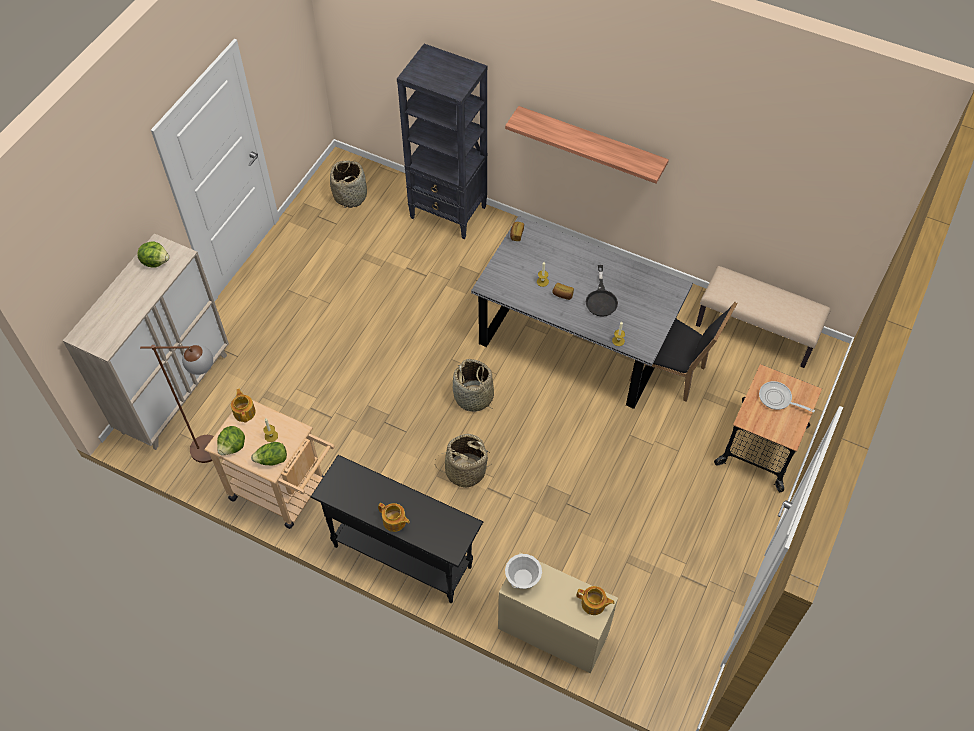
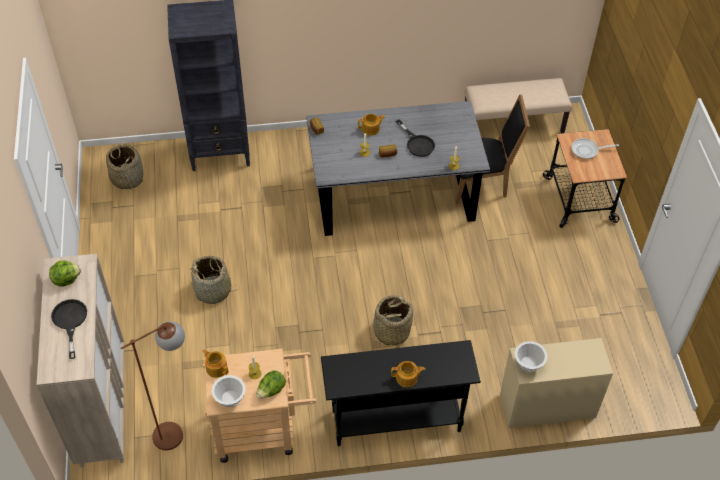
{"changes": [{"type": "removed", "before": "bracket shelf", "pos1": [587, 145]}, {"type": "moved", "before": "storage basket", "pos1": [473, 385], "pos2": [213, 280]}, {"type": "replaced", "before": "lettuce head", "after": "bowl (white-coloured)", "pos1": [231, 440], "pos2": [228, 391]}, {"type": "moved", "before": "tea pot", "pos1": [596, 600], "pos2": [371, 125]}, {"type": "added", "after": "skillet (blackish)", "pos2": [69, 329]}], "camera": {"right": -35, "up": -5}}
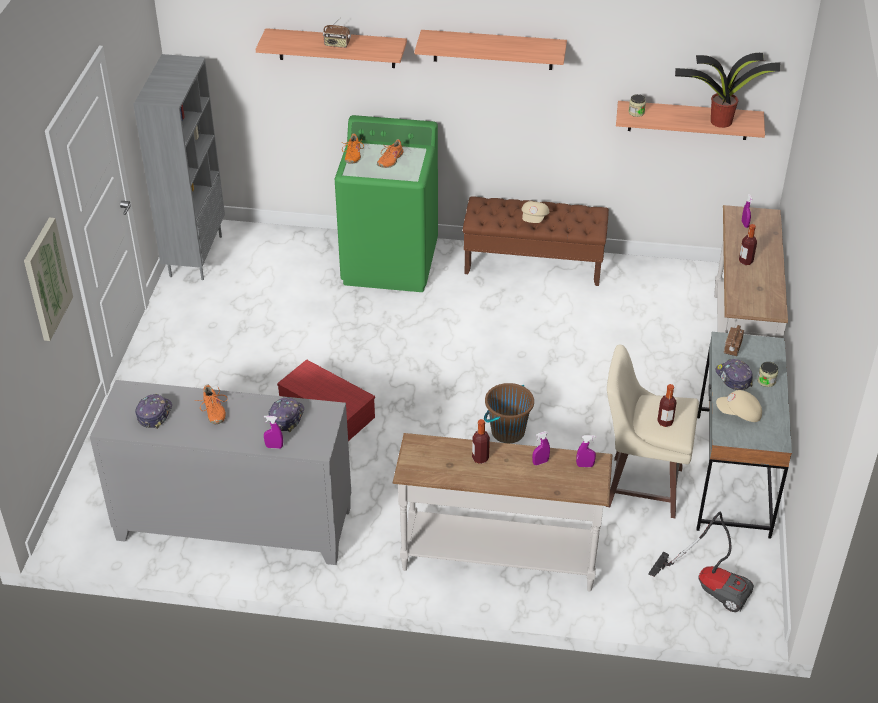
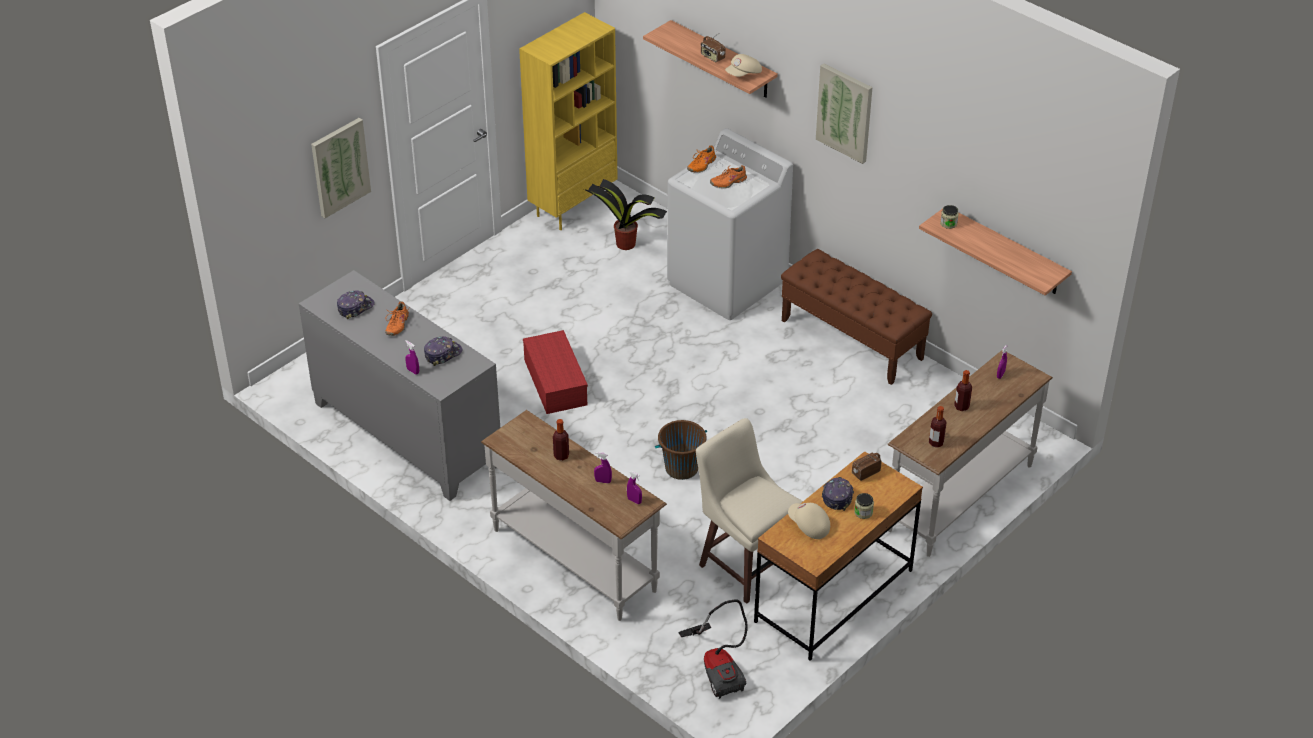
{"changes": [{"type": "replaced", "before": "bracket shelf", "after": "picture", "pos1": [491, 50], "pos2": [844, 114]}, {"type": "moved", "before": "plant in a pot", "pos1": [728, 90], "pos2": [625, 214]}, {"type": "recoloured", "before": "bookcase (grey)", "after": "bookcase (yellow)", "pos1": [179, 167], "pos2": [568, 121]}, {"type": "recoloured", "before": "laundry machine (greenish)", "after": "laundry machine (white-coloured)", "pos1": [386, 203], "pos2": [730, 224]}, {"type": "moved", "before": "baseball cap (beige)", "pos1": [535, 212], "pos2": [743, 65]}, {"type": "recoloured", "before": "desk table (grey)", "after": "desk table (brown-coloured)", "pos1": [744, 435], "pos2": [838, 556]}, {"type": "moved", "before": "drink bottle", "pos1": [667, 405], "pos2": [938, 427]}], "camera": {"right": 35, "up": 0}}
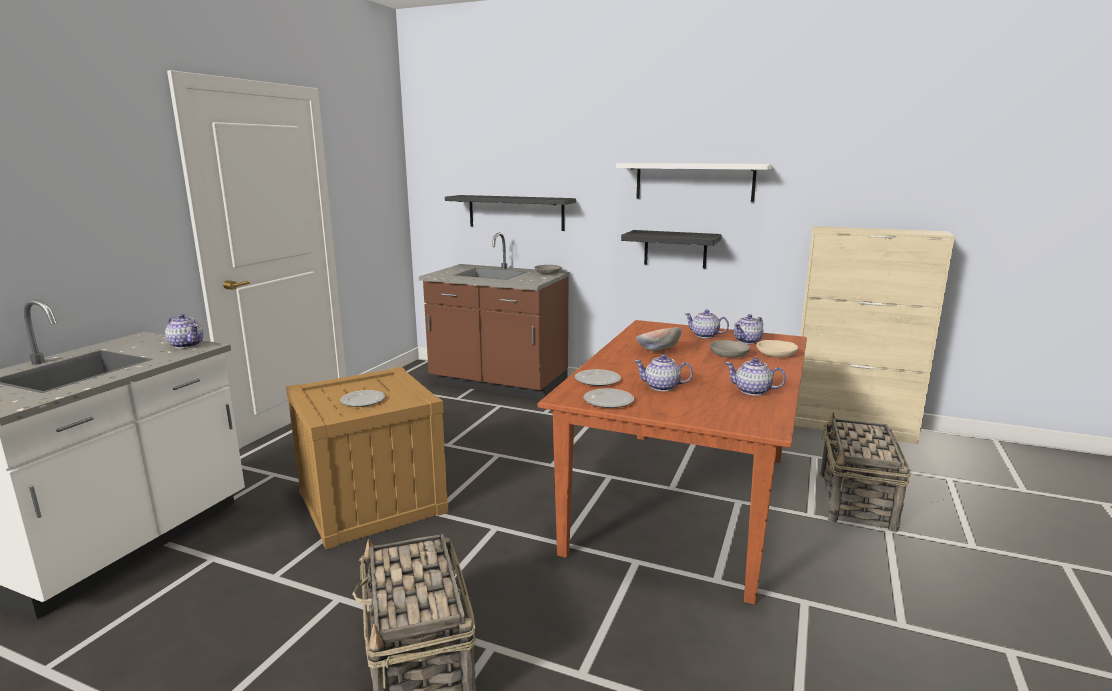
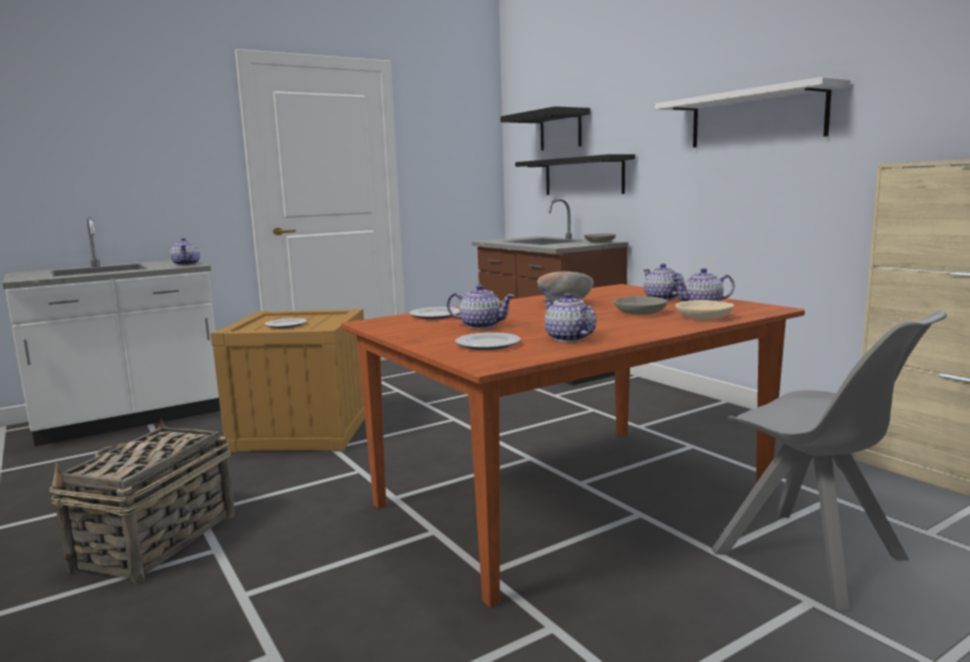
{"changes": [{"type": "moved", "before": "bracket shelf (blackish)", "pos1": [671, 249], "pos2": [545, 128]}, {"type": "turned", "before": "tea pot", "pos1": [663, 372], "pos2": [481, 307], "turn": 150}, {"type": "moved", "before": "flat dish", "pos1": [609, 398], "pos2": [488, 341]}, {"type": "replaced", "before": "storage basket", "after": "upright chair (grey)", "pos1": [866, 472], "pos2": [829, 460]}], "camera": {"right": 35, "up": -5}}
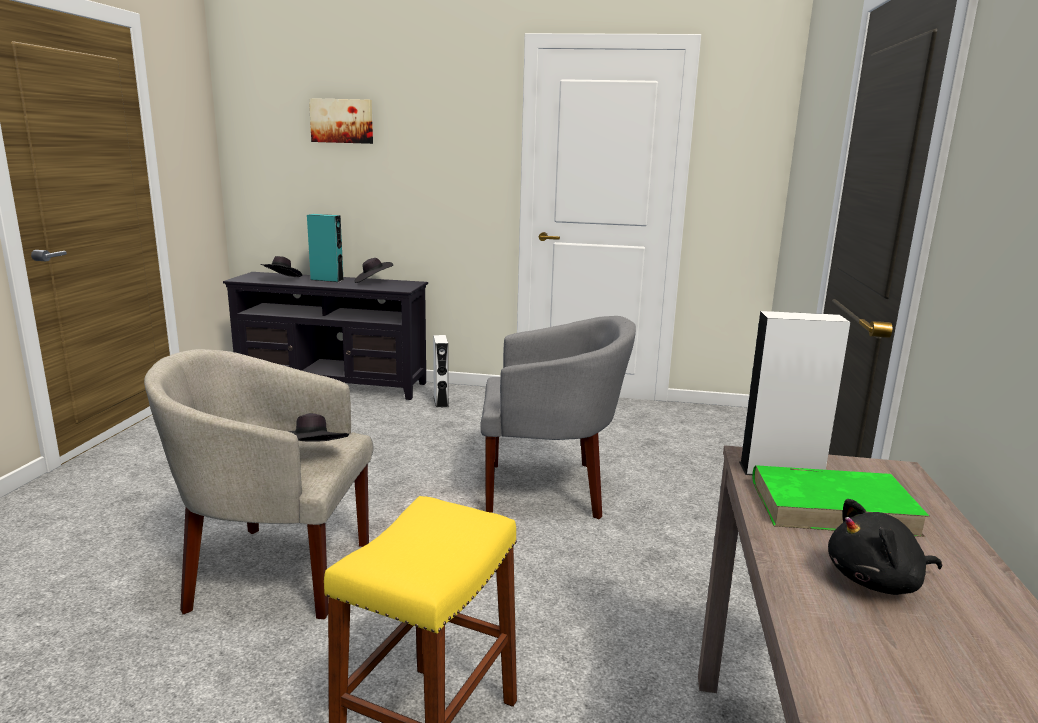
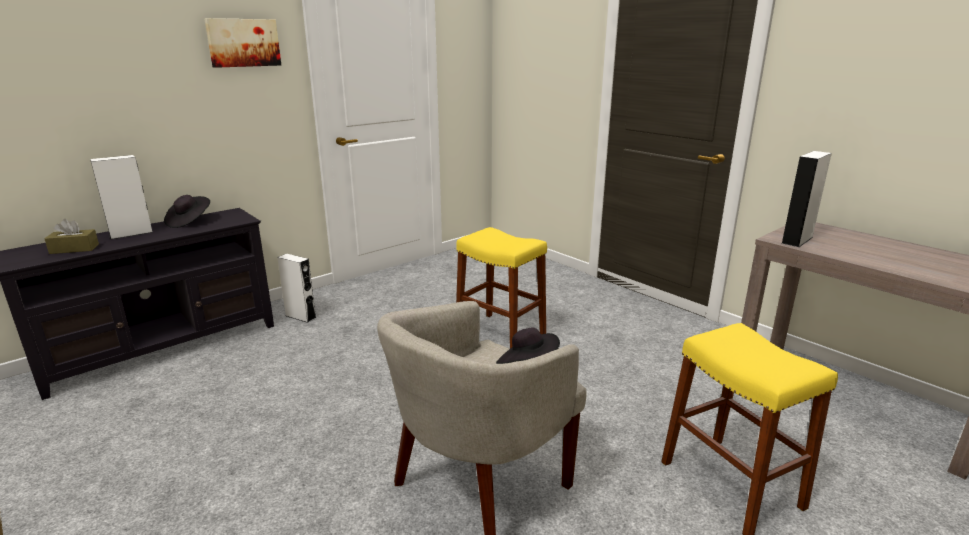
{"changes": [{"type": "moved", "before": "picture", "pos1": [341, 121], "pos2": [242, 43]}, {"type": "recoloured", "before": "speaker (turquoise-coloured)", "after": "speaker (white-coloured)", "pos1": [325, 248], "pos2": [121, 197]}, {"type": "replaced", "before": "wearable hat (blackish)", "after": "tissue holder (brown-coloured)", "pos1": [281, 266], "pos2": [71, 236]}, {"type": "replaced", "before": "armchair (grey)", "after": "stool (yellow)", "pos1": [558, 417], "pos2": [501, 287]}, {"type": "removed", "before": "book (greenish)", "pos1": [841, 501]}, {"type": "removed", "before": "soft toy (blackish)", "pos1": [885, 547]}], "camera": {"right": -50, "up": 5}}
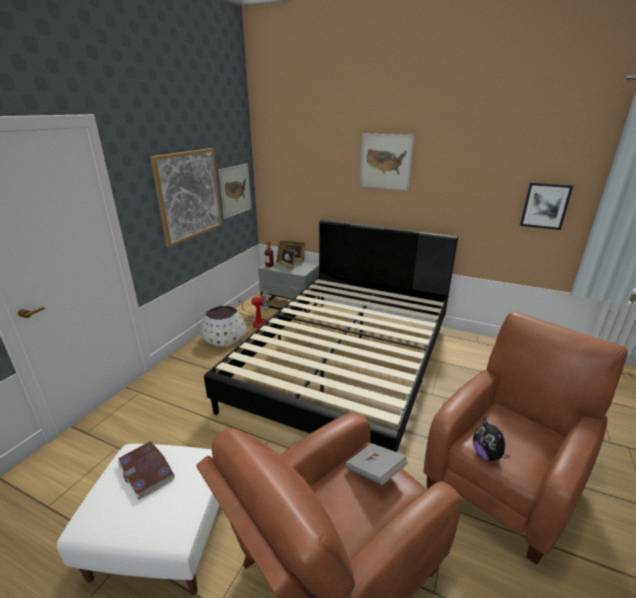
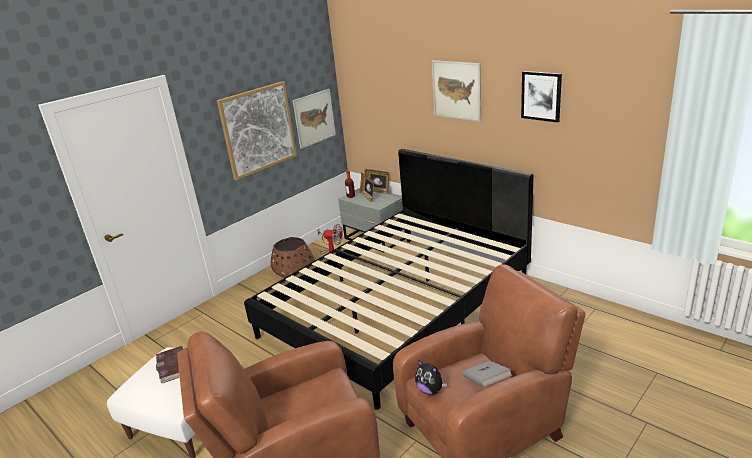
{"changes": [{"type": "moved", "before": "picture", "pos1": [546, 206], "pos2": [541, 97]}, {"type": "recoloured", "before": "plant pot (white-coloured)", "after": "plant pot (brown-coloured)", "pos1": [223, 326], "pos2": [293, 257]}, {"type": "turned", "before": "soft toy", "pos1": [491, 439], "pos2": [431, 377], "turn": -45}, {"type": "moved", "before": "book (grey)", "pos1": [377, 464], "pos2": [487, 374]}], "camera": {"right": 20, "up": 0}}
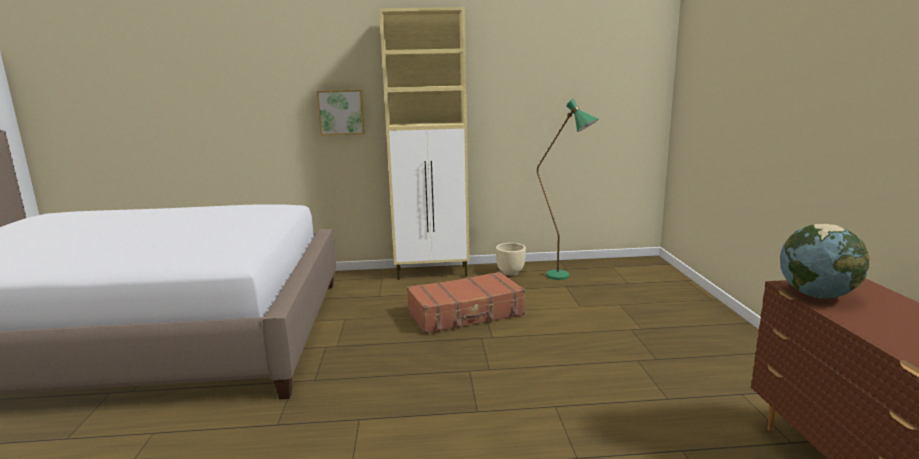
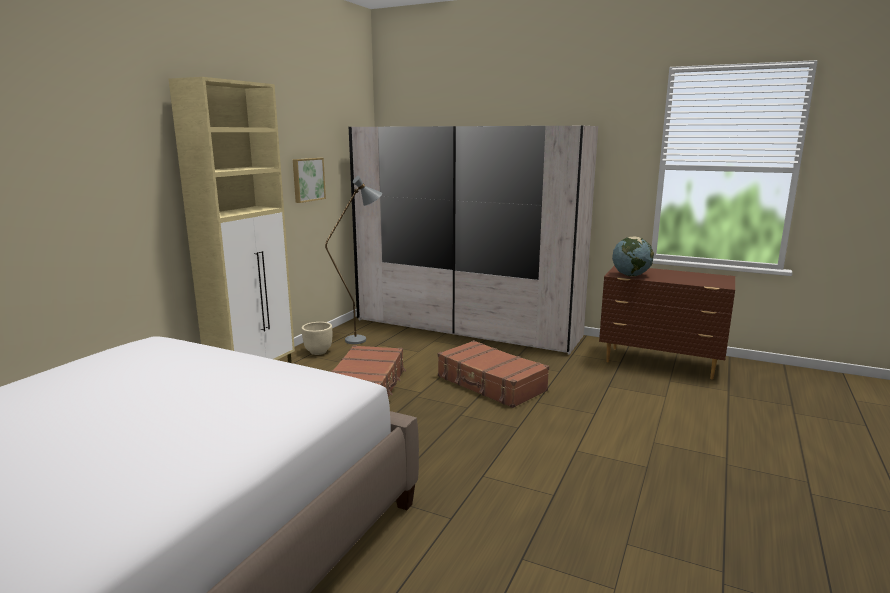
{"changes": [{"type": "moved", "before": "picture", "pos1": [341, 112], "pos2": [309, 180]}, {"type": "recoloured", "before": "floor lamp (greenish)", "after": "floor lamp (grey)", "pos1": [568, 189], "pos2": [353, 260]}, {"type": "added", "after": "armoire (white-coloured)", "pos2": [473, 240]}, {"type": "added", "after": "piece of luggage (brown-coloured)", "pos2": [493, 374]}], "camera": {"right": -60, "up": 0}}
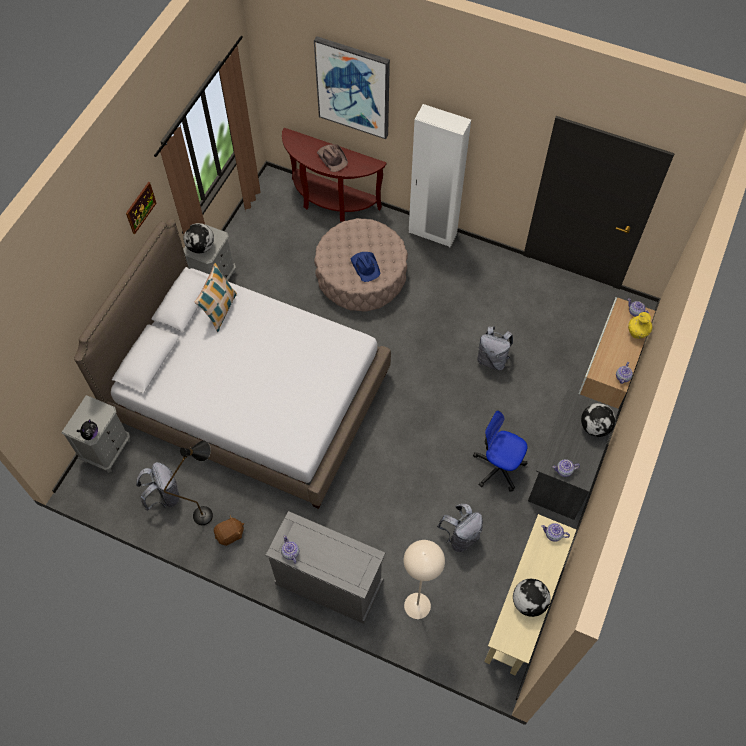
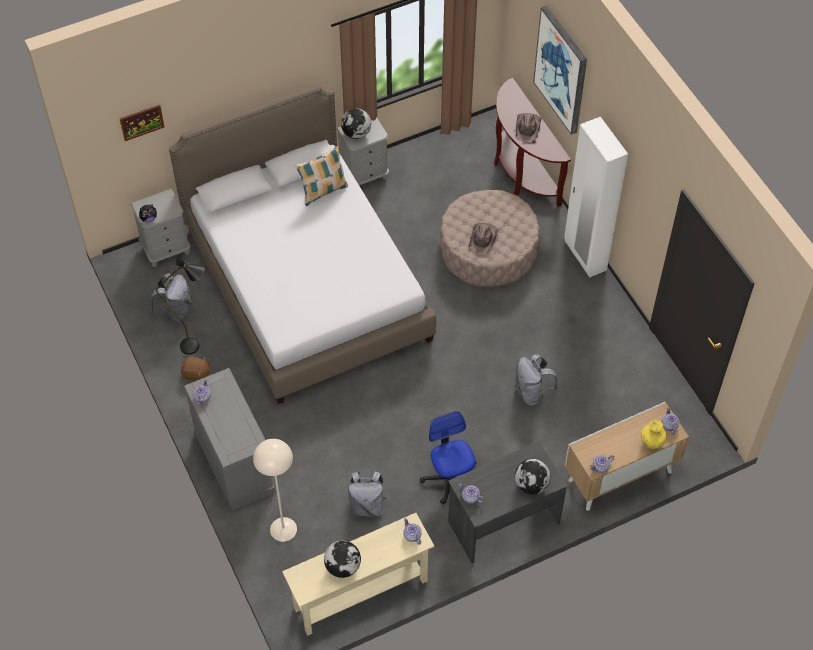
{"changes": [{"type": "moved", "before": "picture", "pos1": [141, 208], "pos2": [142, 123]}, {"type": "recoloured", "before": "wearable hat (blue)", "after": "wearable hat (brown-coloured)", "pos1": [365, 267], "pos2": [484, 238]}], "camera": {"right": 40, "up": -5}}
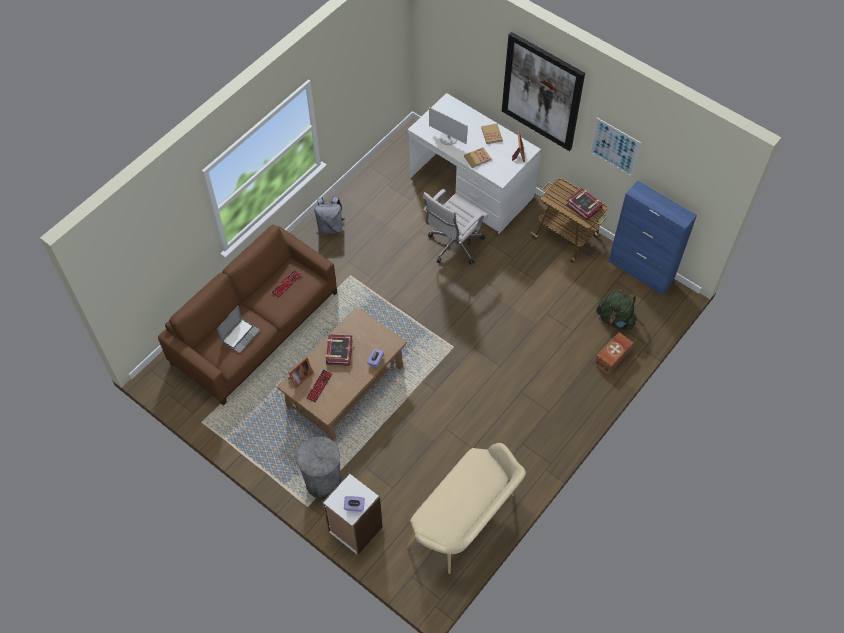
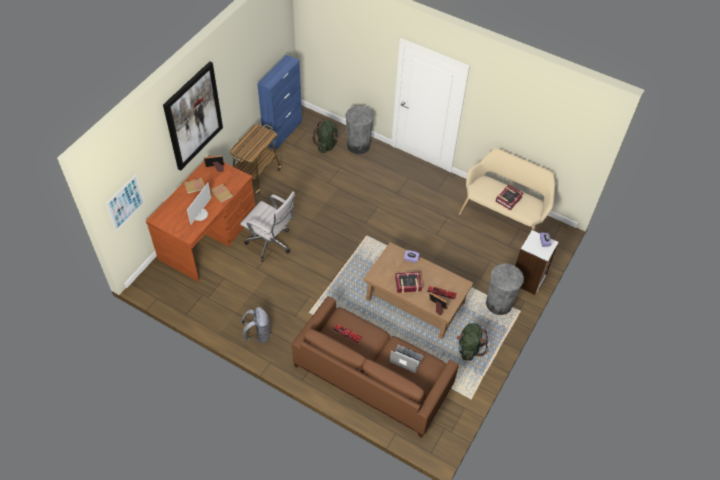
{"changes": [{"type": "recoloured", "before": "desk table (white-coloured)", "after": "desk table (brown-coloured)", "pos1": [474, 163], "pos2": [200, 218]}, {"type": "moved", "before": "picture", "pos1": [615, 147], "pos2": [125, 202]}, {"type": "moved", "before": "book", "pos1": [584, 204], "pos2": [509, 197]}, {"type": "replaced", "before": "storage box (brown-coloured)", "after": "trash can (grey)", "pos1": [613, 353], "pos2": [359, 130]}, {"type": "added", "after": "backpack (greenish)", "pos2": [472, 342]}], "camera": {"right": -100, "up": -5}}
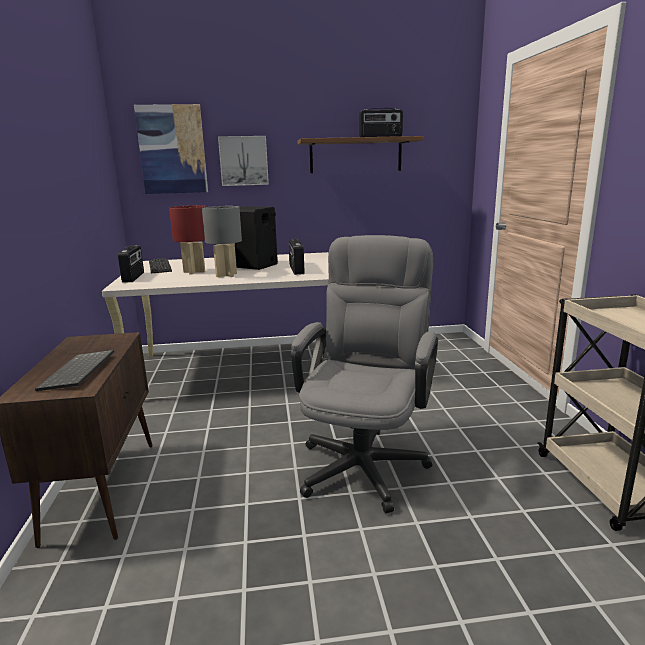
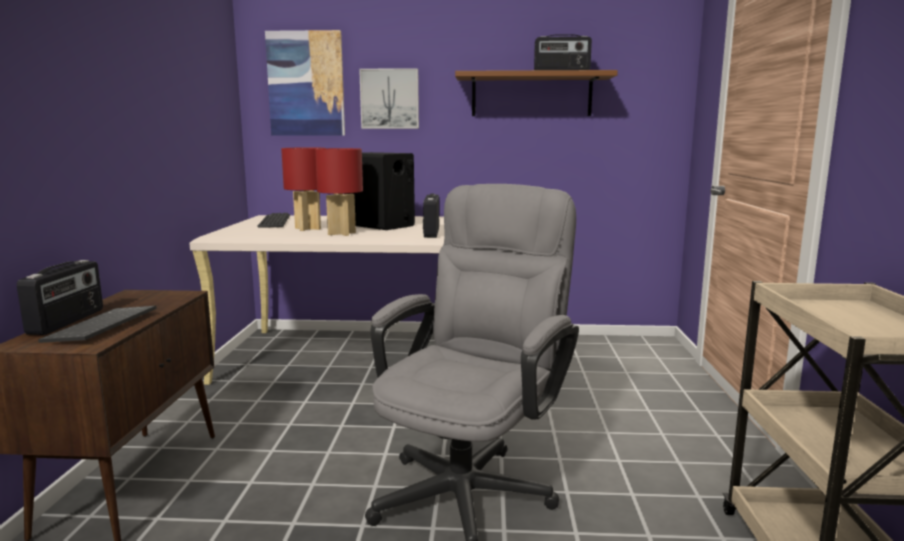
{"changes": [{"type": "recoloured", "before": "tabletop lamp (grey)", "after": "tabletop lamp (reddish)", "pos1": [222, 241], "pos2": [339, 192]}, {"type": "moved", "before": "radio", "pos1": [131, 264], "pos2": [60, 297]}], "camera": {"right": 10, "up": -5}}
